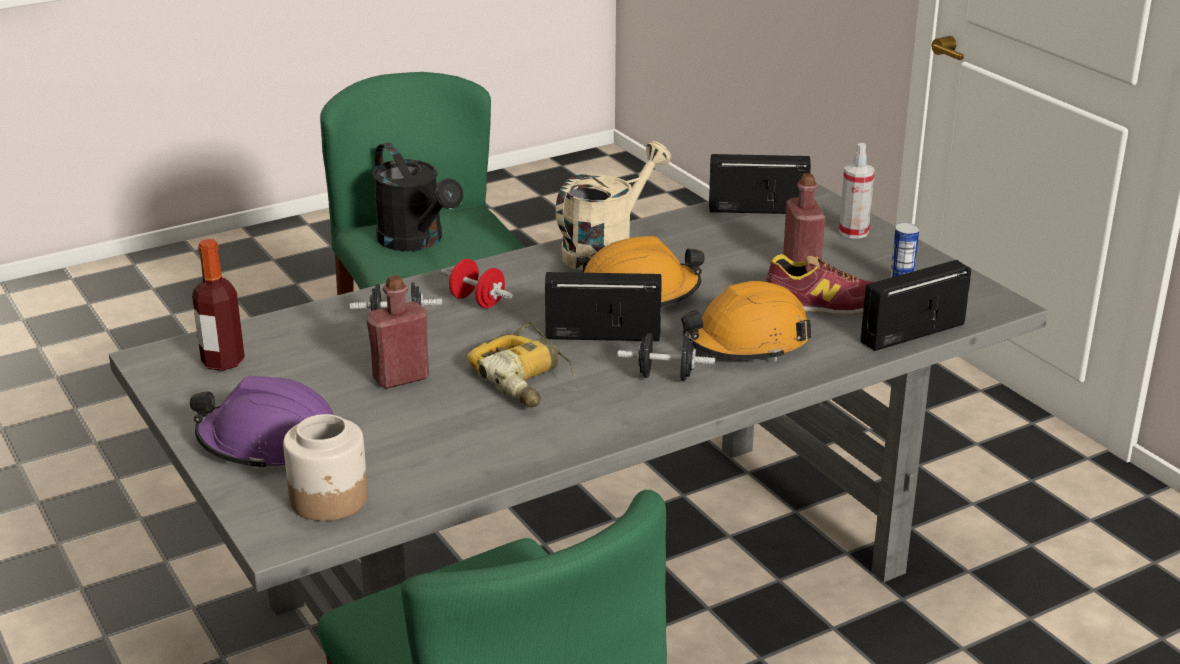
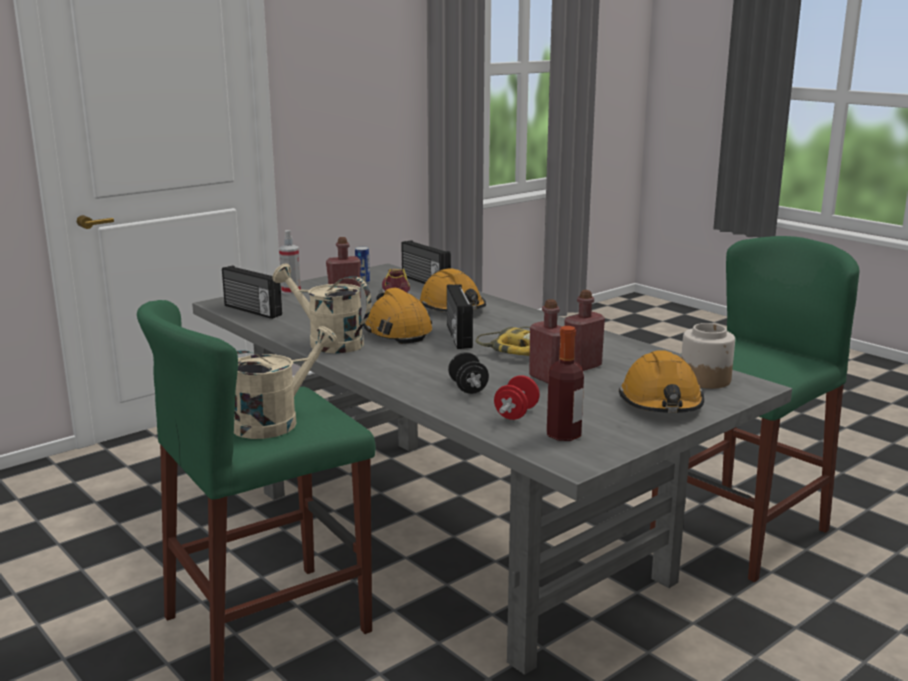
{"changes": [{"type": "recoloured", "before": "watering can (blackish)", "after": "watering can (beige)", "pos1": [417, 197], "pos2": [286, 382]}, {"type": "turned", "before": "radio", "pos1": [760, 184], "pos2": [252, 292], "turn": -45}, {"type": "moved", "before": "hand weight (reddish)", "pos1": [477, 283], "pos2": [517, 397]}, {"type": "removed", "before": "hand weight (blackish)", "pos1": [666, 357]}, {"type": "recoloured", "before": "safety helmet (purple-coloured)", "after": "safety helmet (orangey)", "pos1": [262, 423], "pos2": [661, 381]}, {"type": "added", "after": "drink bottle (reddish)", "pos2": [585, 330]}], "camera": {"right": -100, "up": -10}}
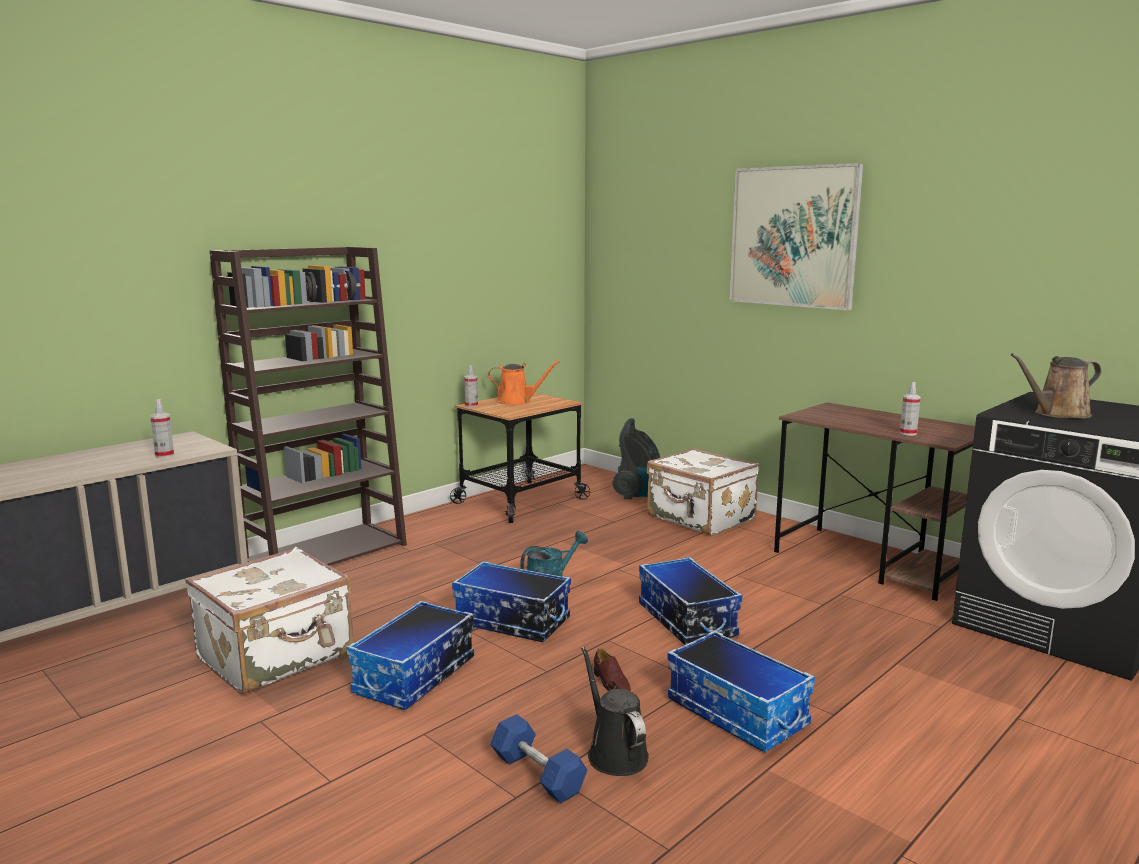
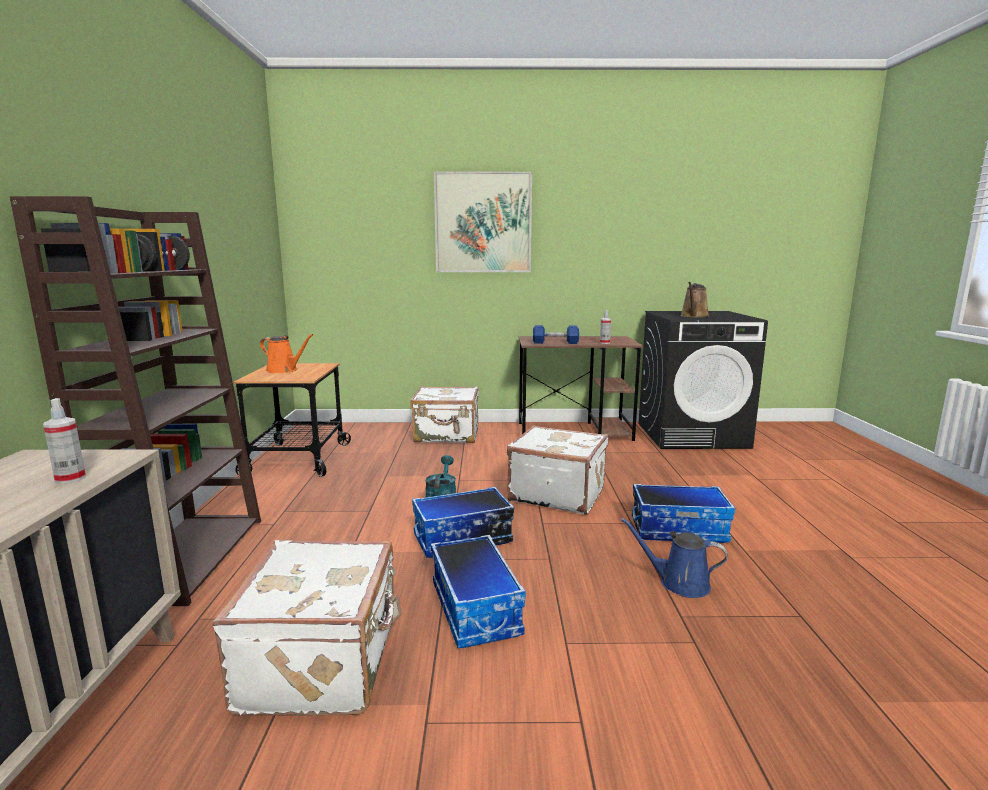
{"changes": [{"type": "turned", "before": "watering can (orangey)", "pos1": [524, 383], "pos2": [286, 353], "turn": 60}, {"type": "removed", "before": "spray bottle", "pos1": [471, 386]}, {"type": "removed", "before": "hoover", "pos1": [636, 458]}, {"type": "replaced", "before": "storage box", "after": "piece of luggage (white-coloured)", "pos1": [691, 601], "pos2": [557, 470]}, {"type": "recoloured", "before": "watering can (blackish)", "after": "watering can (blue)", "pos1": [615, 711], "pos2": [674, 558]}, {"type": "removed", "before": "low shoe (brown-coloured)", "pos1": [612, 670]}, {"type": "moved", "before": "hand weight (blue)", "pos1": [538, 758], "pos2": [556, 334]}], "camera": {"right": -45, "up": 0}}
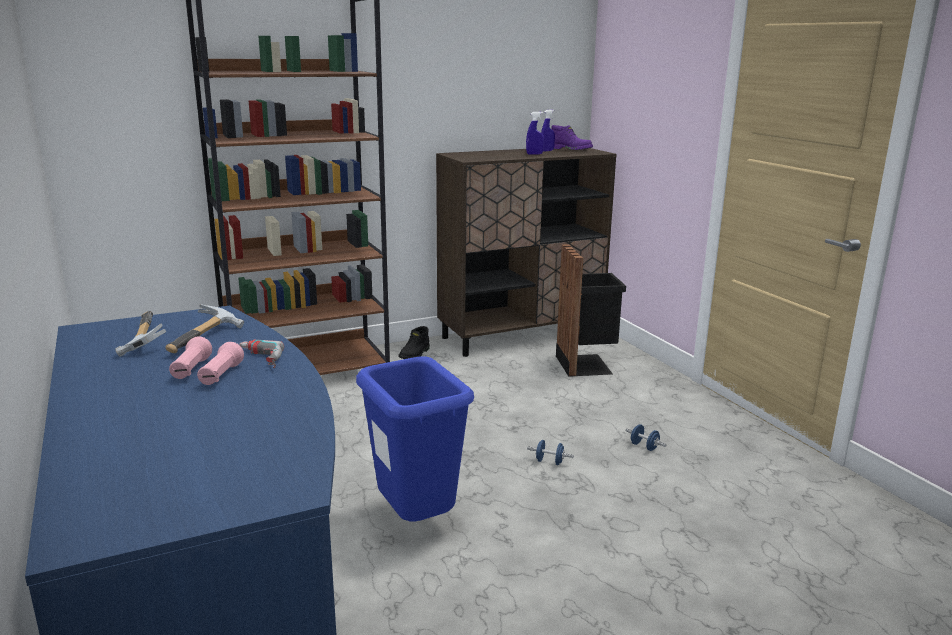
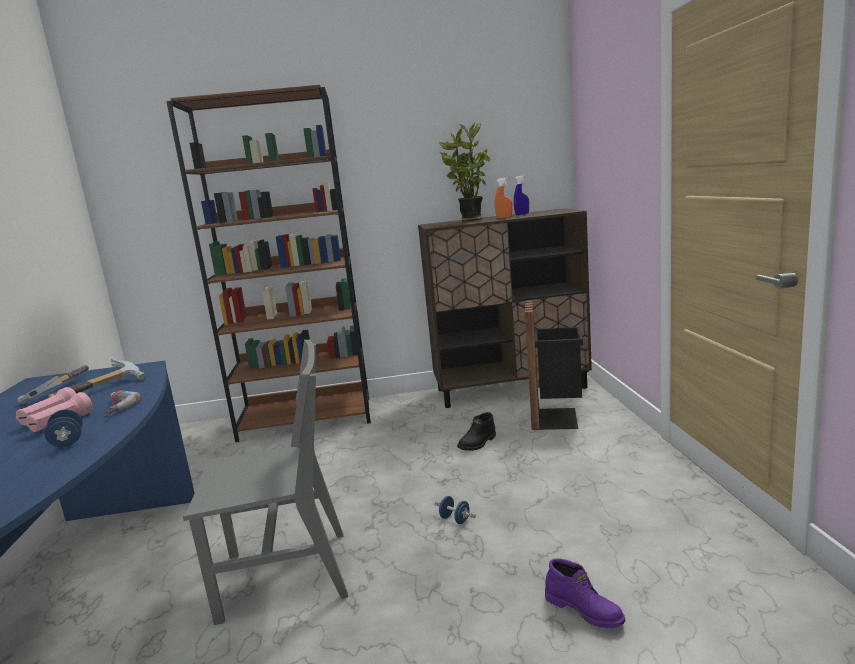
{"changes": [{"type": "recoloured", "before": "spray bottle (blue)", "after": "spray bottle (orangey)", "pos1": [535, 133], "pos2": [503, 198]}, {"type": "moved", "before": "high-top boot (purple-coloured)", "pos1": [572, 137], "pos2": [585, 593]}, {"type": "moved", "before": "high-top boot (blackish)", "pos1": [414, 342], "pos2": [476, 431]}, {"type": "replaced", "before": "trash can (blue)", "after": "upright chair (grey)", "pos1": [415, 439], "pos2": [265, 482]}, {"type": "moved", "before": "hand weight (blue)", "pos1": [646, 437], "pos2": [64, 428]}, {"type": "added", "after": "plant in a pot", "pos2": [464, 172]}], "camera": {"right": 20, "up": -5}}
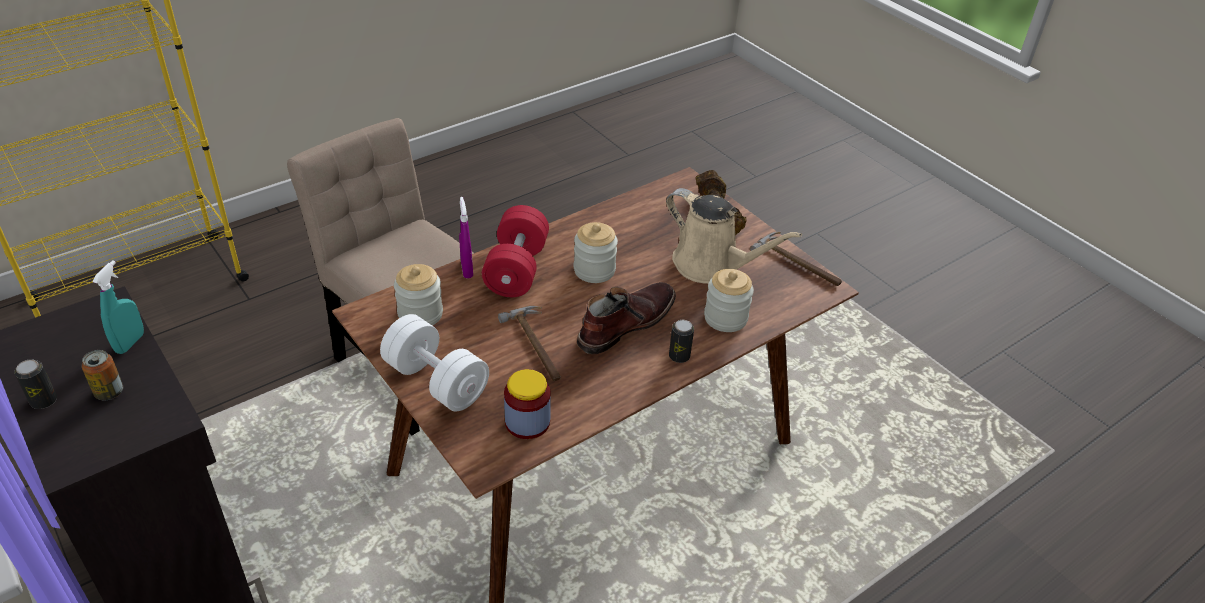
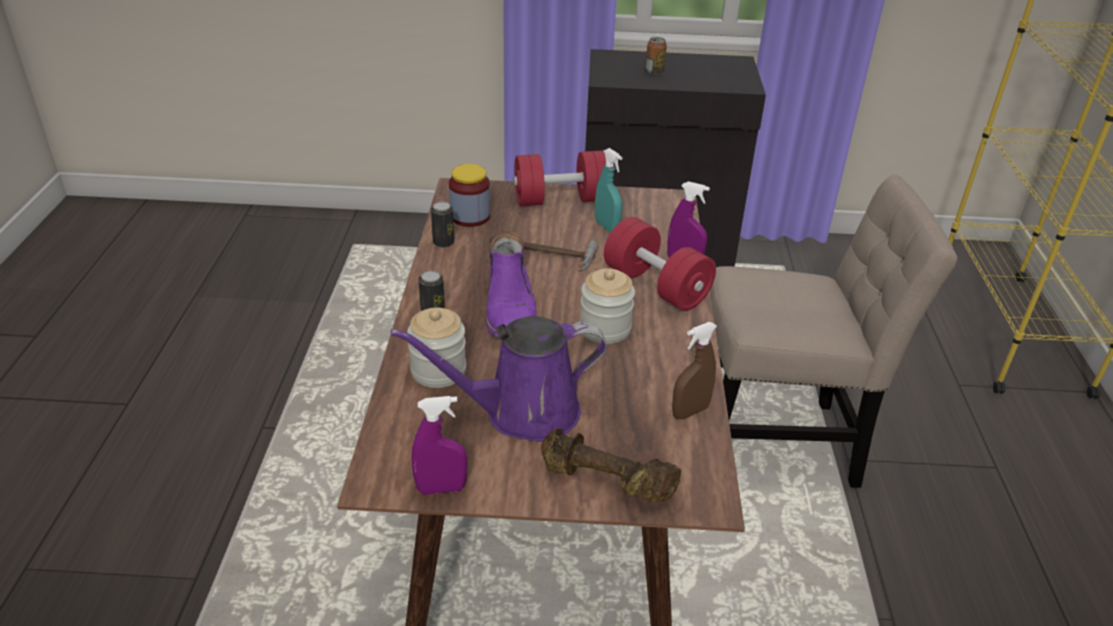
{"changes": [{"type": "recoloured", "before": "watering can (beige)", "after": "watering can (purple-coloured)", "pos1": [734, 236], "pos2": [499, 379]}, {"type": "replaced", "before": "hammer", "after": "spray bottle (purple-coloured)", "pos1": [796, 259], "pos2": [440, 445]}, {"type": "moved", "before": "spray bottle (turquoise-coloured)", "pos1": [118, 307], "pos2": [608, 190]}, {"type": "removed", "before": "storage jar", "pos1": [418, 295]}, {"type": "recoloured", "before": "high-top boot (brown-coloured)", "after": "high-top boot (purple-coloured)", "pos1": [626, 318], "pos2": [511, 284]}, {"type": "recoloured", "before": "hand weight (white-coloured)", "after": "hand weight (reddish)", "pos1": [434, 362], "pos2": [560, 178]}, {"type": "moved", "before": "sealed can", "pos1": [35, 384], "pos2": [442, 225]}, {"type": "added", "after": "spray bottle (brown-coloured)", "pos2": [694, 370]}], "camera": {"right": 130, "up": -5}}
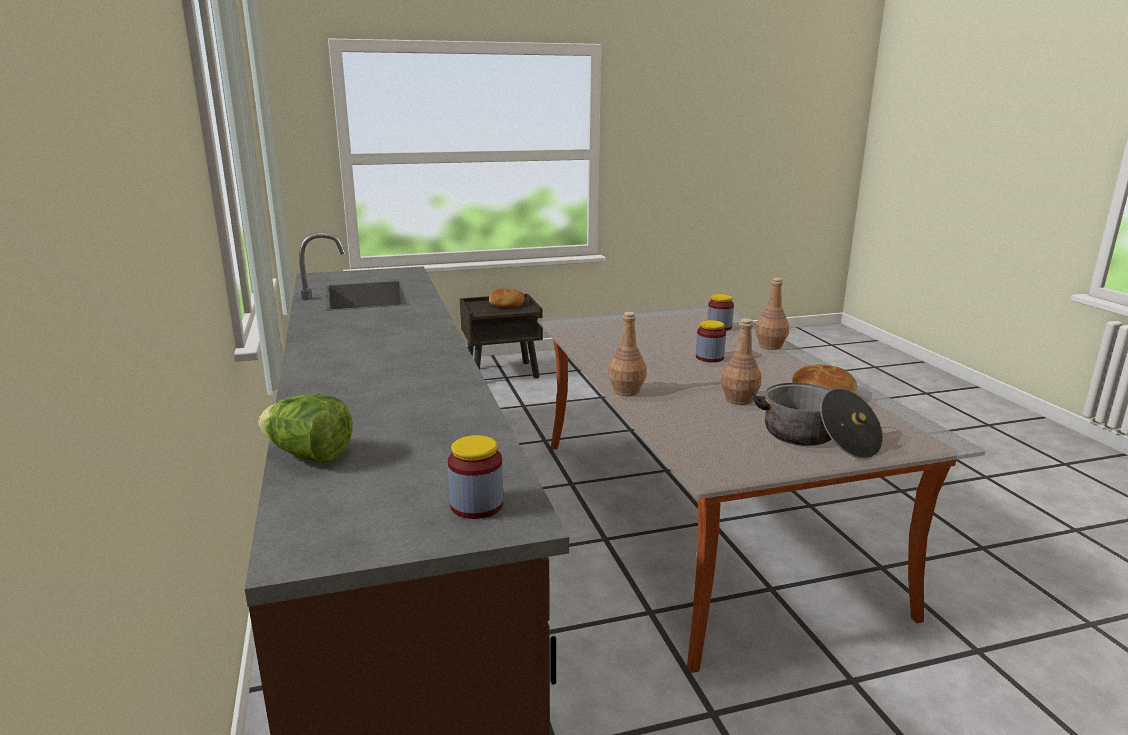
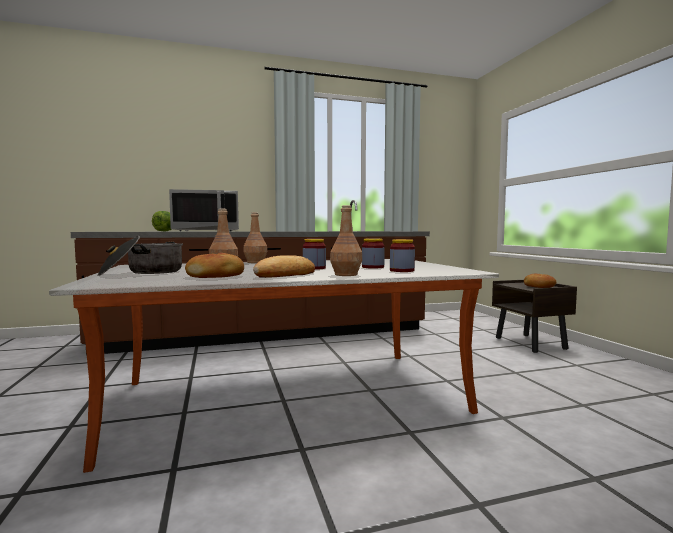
{"changes": [{"type": "moved", "before": "storage jar", "pos1": [475, 477], "pos2": [373, 254]}, {"type": "added", "after": "microwave oven (grey)", "pos2": [204, 210]}, {"type": "added", "after": "baked bread", "pos2": [284, 266]}], "camera": {"right": 90, "up": -15}}
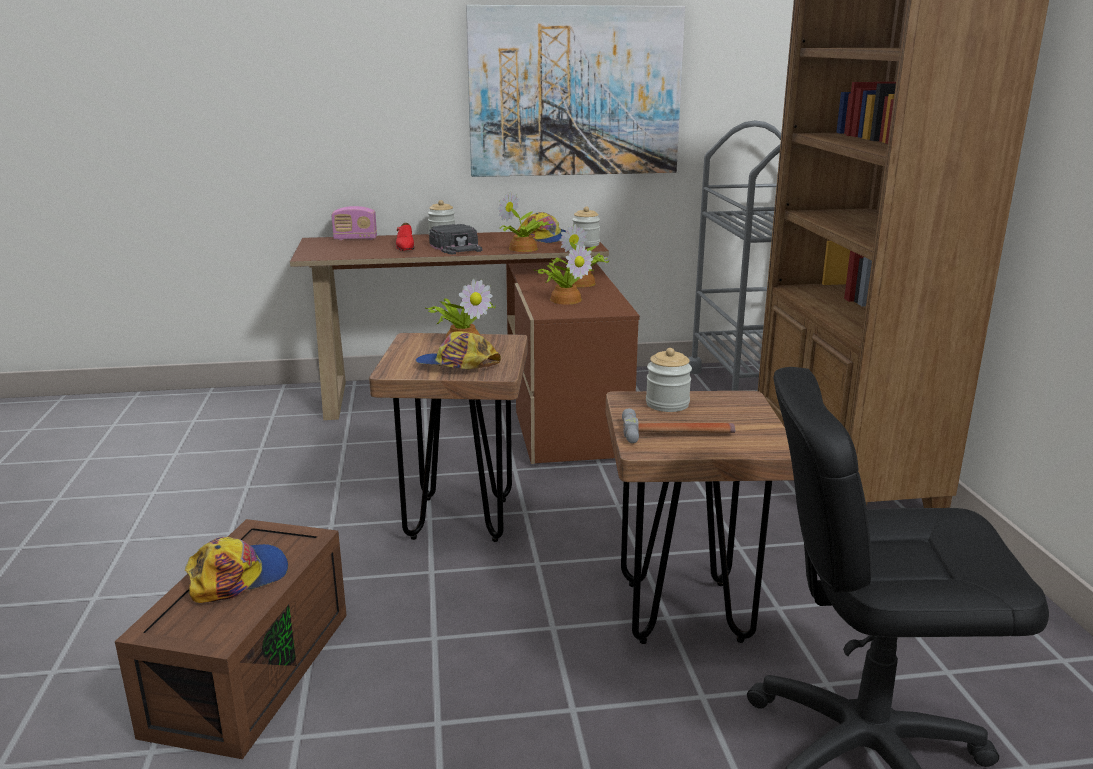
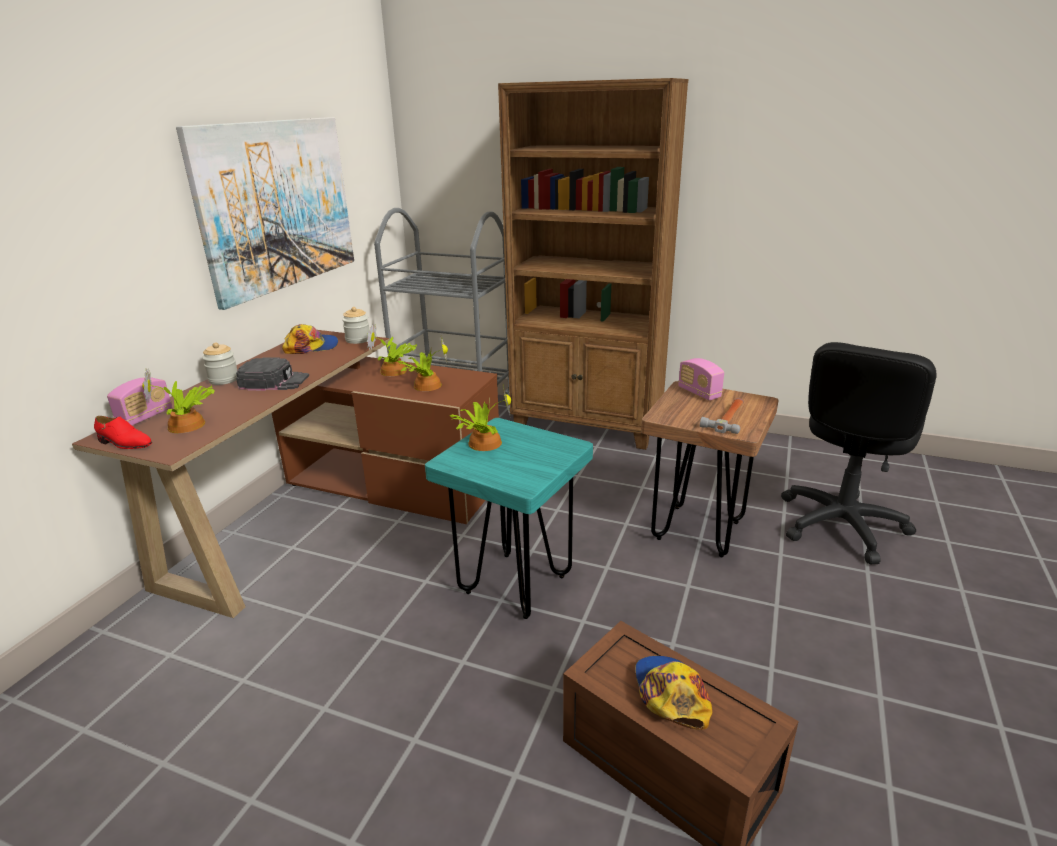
{"changes": [{"type": "moved", "before": "plant in a pot", "pos1": [526, 221], "pos2": [178, 401]}, {"type": "moved", "before": "low shoe (reddish)", "pos1": [405, 237], "pos2": [123, 432]}, {"type": "removed", "before": "baseball cap", "pos1": [458, 350]}, {"type": "recoloured", "before": "stool (brown-coloured)", "after": "stool (turquoise-coloured)", "pos1": [448, 437], "pos2": [509, 518]}, {"type": "removed", "before": "storage jar", "pos1": [669, 380]}, {"type": "added", "after": "radio", "pos2": [701, 379]}], "camera": {"right": -60, "up": 5}}
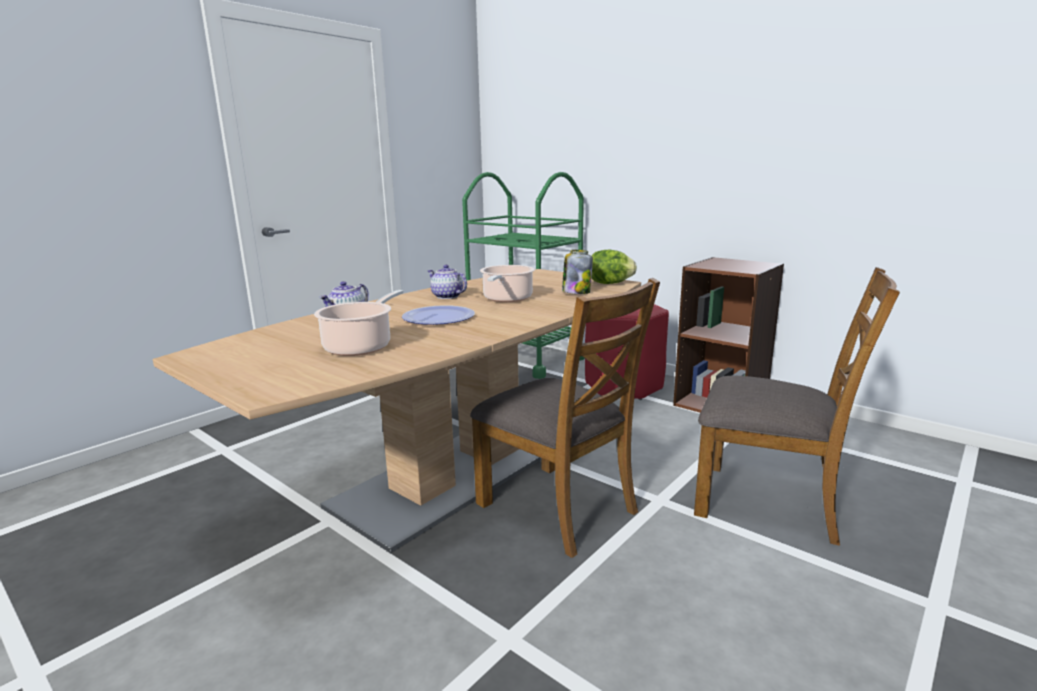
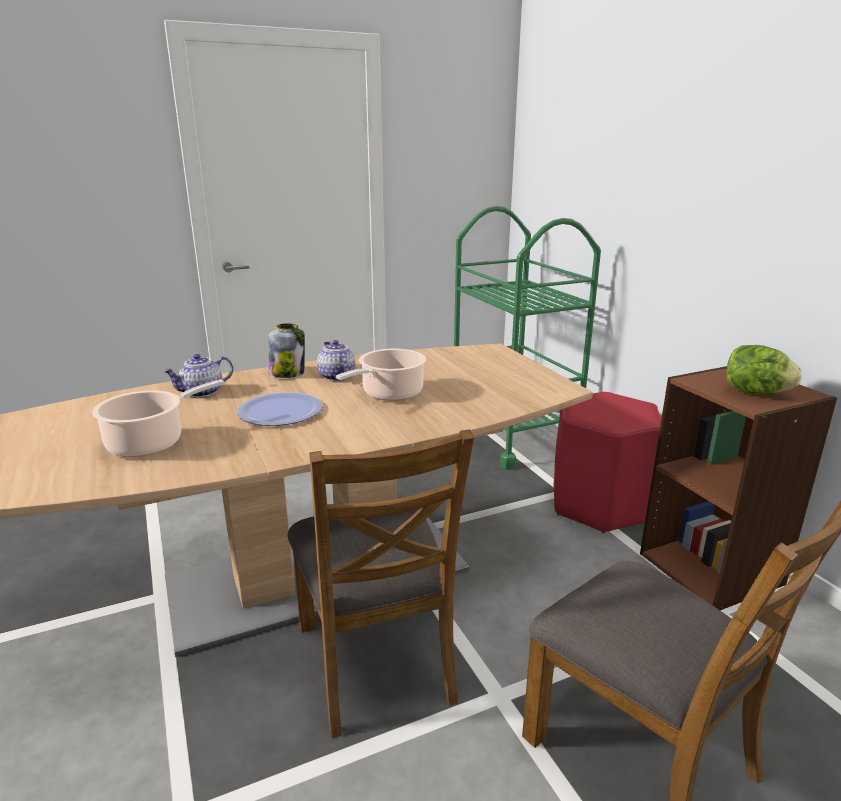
{"changes": [{"type": "moved", "before": "storage jar", "pos1": [577, 272], "pos2": [286, 350]}, {"type": "moved", "before": "lettuce head", "pos1": [614, 267], "pos2": [764, 370]}], "camera": {"right": 25, "up": 5}}
